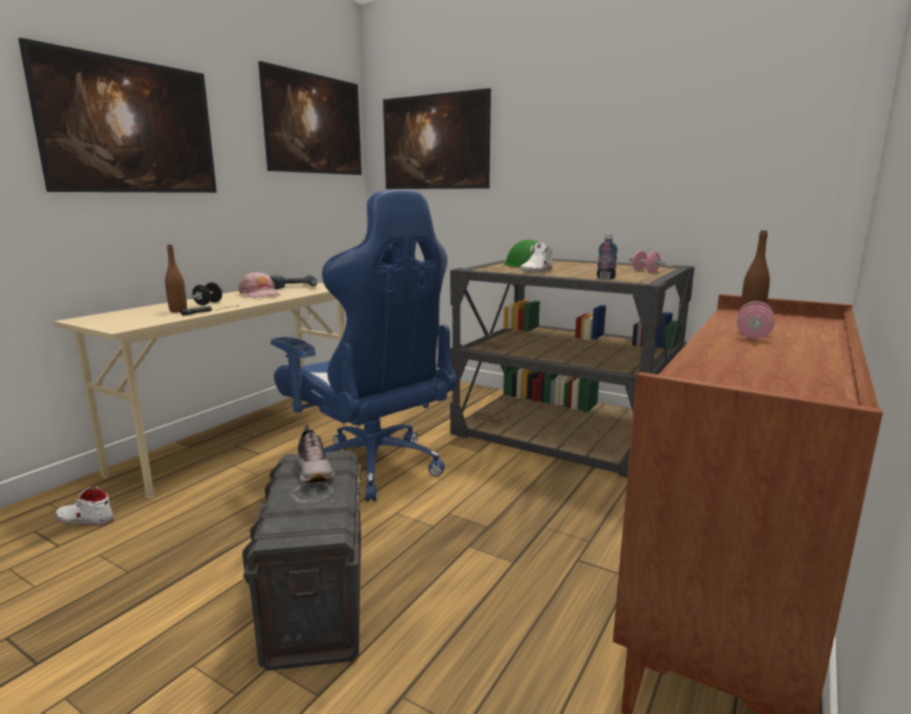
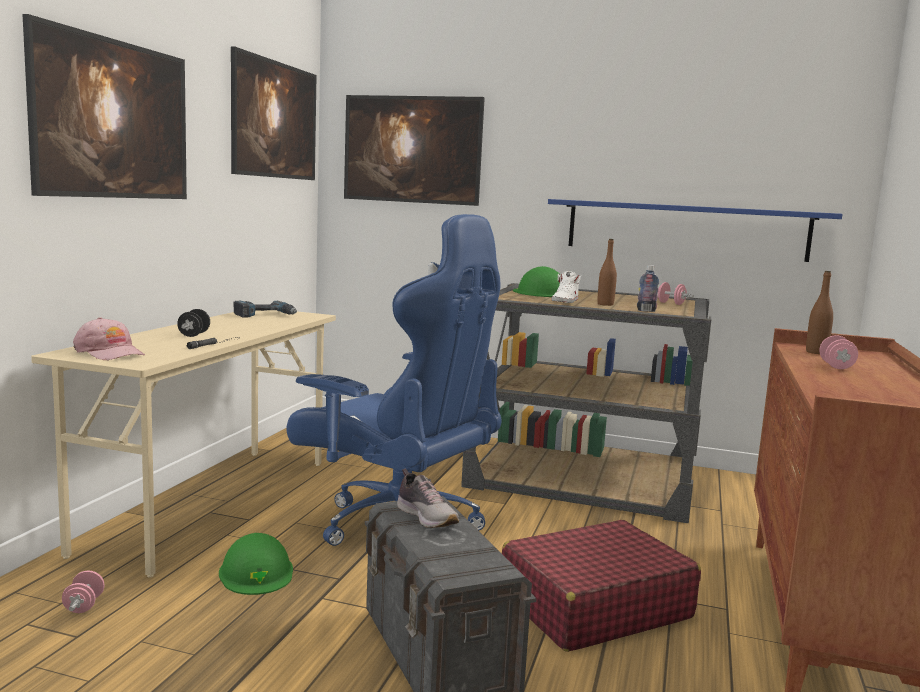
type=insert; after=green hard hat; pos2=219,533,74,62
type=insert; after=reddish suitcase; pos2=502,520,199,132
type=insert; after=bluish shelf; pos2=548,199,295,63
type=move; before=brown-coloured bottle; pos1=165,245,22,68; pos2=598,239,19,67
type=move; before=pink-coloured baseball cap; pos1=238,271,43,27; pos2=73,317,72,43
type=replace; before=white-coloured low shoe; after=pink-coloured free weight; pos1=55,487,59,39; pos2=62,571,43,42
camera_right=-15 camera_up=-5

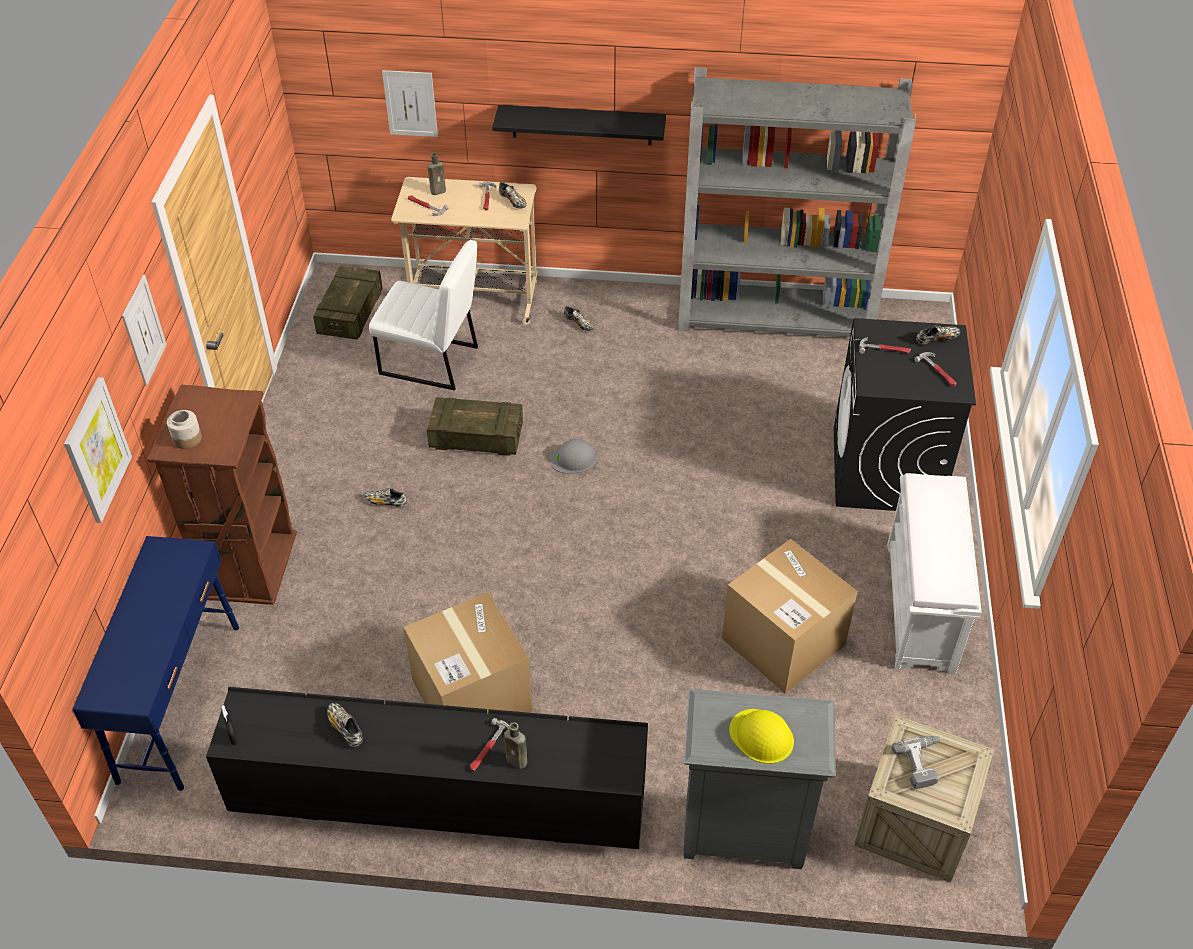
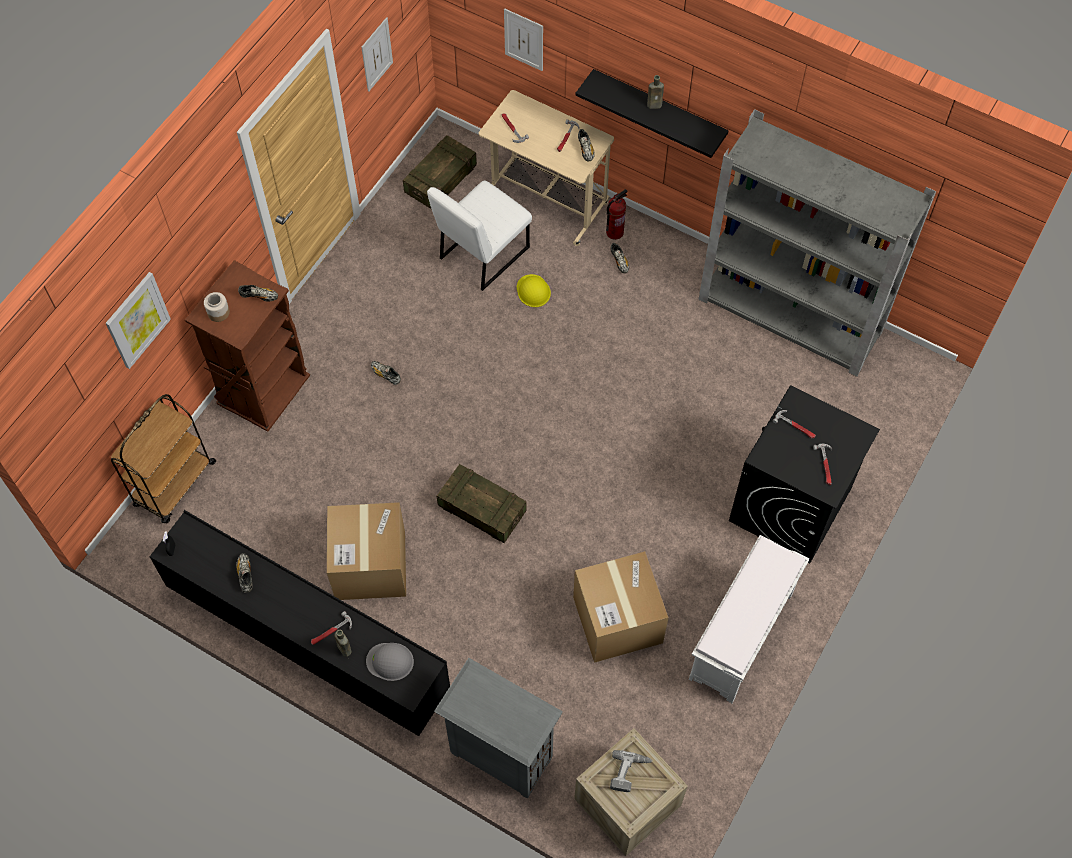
type=insert; after=fire extinguisher; pos2=606,189,21,51
type=move; before=picture; pos1=122,274,45,112; pos2=361,17,32,75
type=move; before=shipping crate; pos1=427,397,96,59; pos2=437,464,90,79
type=move; before=brown-coloured bottle; pos1=428,153,18,42; pos2=647,75,17,34
type=move; before=greyish hard hat; pos1=550,439,47,35; pos2=366,643,48,38
type=move; before=yellowish hard hat; pos1=729,709,65,55; pos2=517,274,34,33
type=move; before=low shoe; pos1=916,325,45,20; pos2=238,285,40,16
type=replace; before=bluish hall table; after=brown-coloured trolley; pos1=72,536,167,255; pos2=111,394,105,129
type=rotate; before=white-coloured chair; pos1=369,240,109,151; pos2=427,180,105,111; turn=90
camera_right=25 camera_up=15

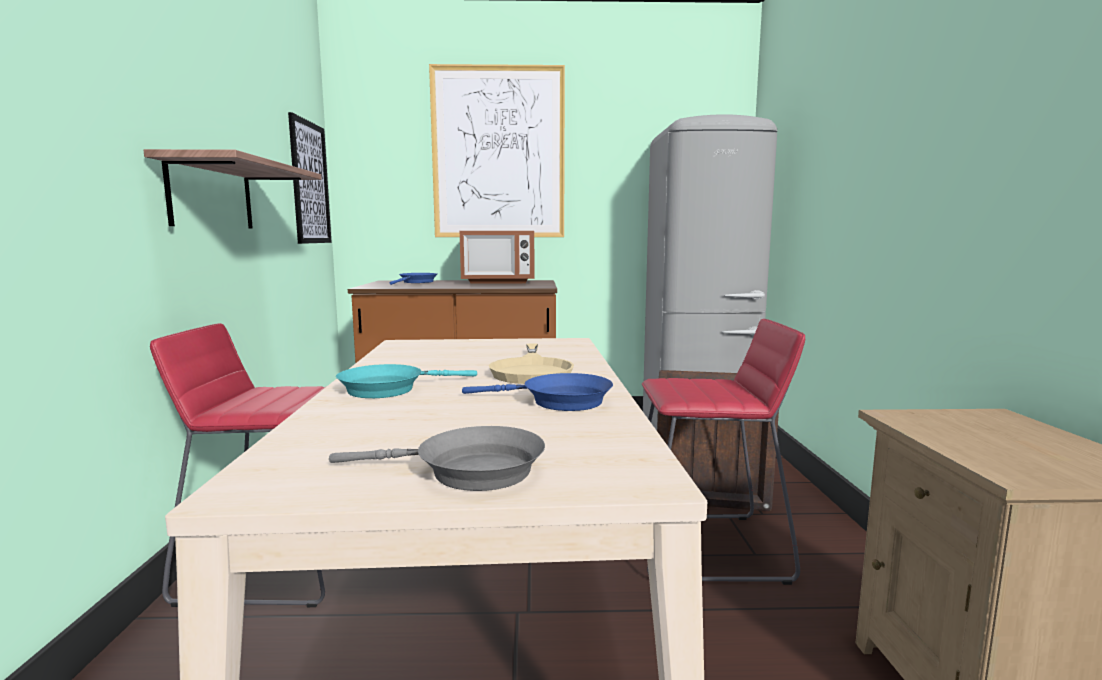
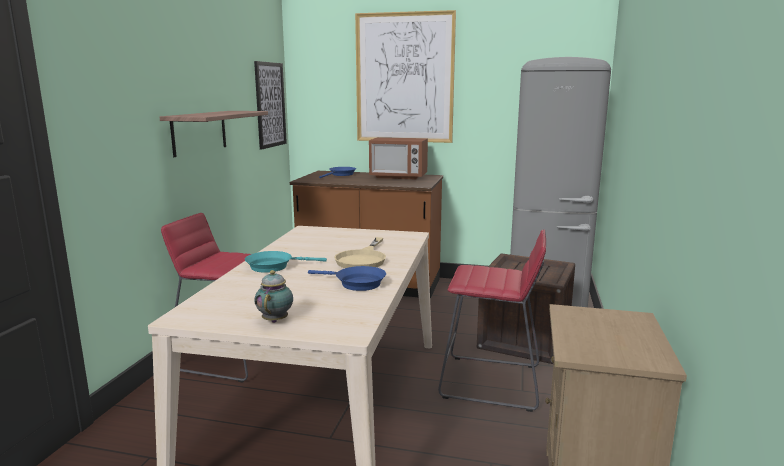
type=replace; before=greyish skillet; after=pot for tea; pos1=329,426,216,65; pos2=254,270,39,53
camera_right=15 camera_up=5

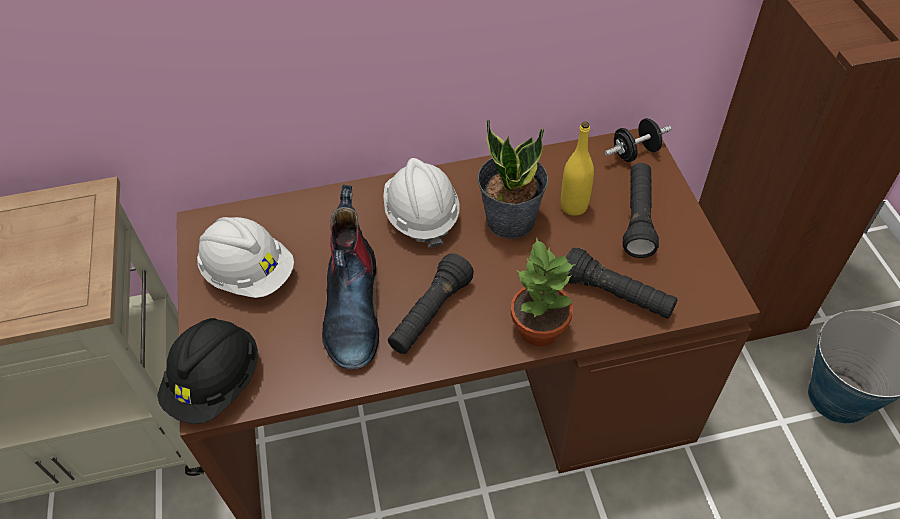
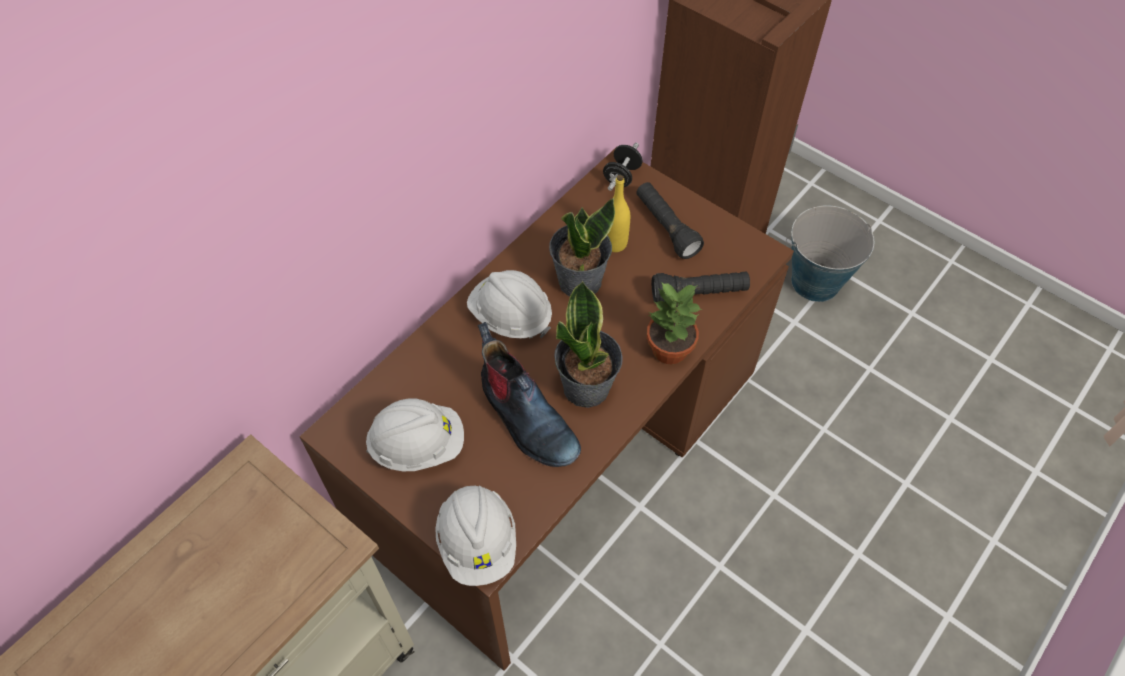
type=replace; before=black-coloured flashlight; after=plant in a pot; pos1=388,253,86,101; pos2=554,281,69,127
type=recolor; before=black-coloured hard hat; after=white-coloured hard hat; pos1=157,318,101,106; pos2=435,486,81,100
camera_right=-40 camera_up=5

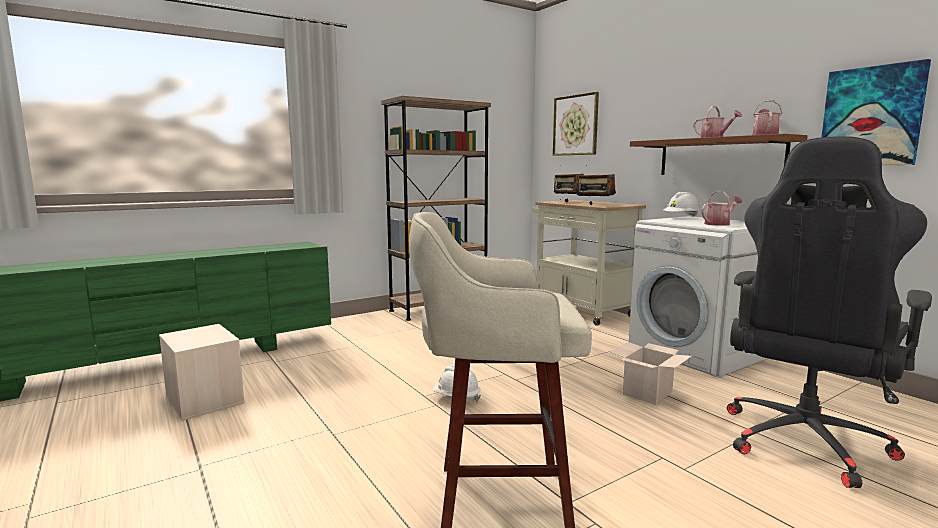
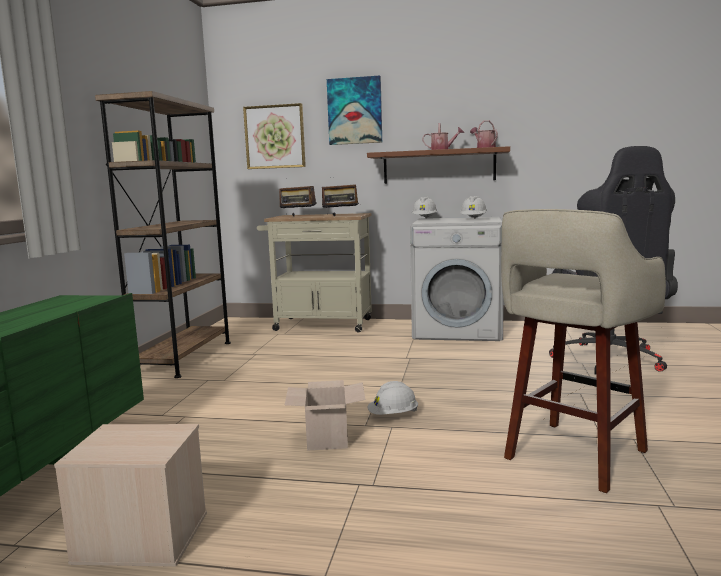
type=move; before=carton; pos1=610,342,81,63; pos2=285,380,81,71
type=move; before=picture; pos1=821,59,110,106; pos2=327,75,55,70
type=replace; before=watering can; after=white-coloured hard hat; pos1=702,191,40,35; pos2=460,196,27,23
camera_right=-45 camera_up=0

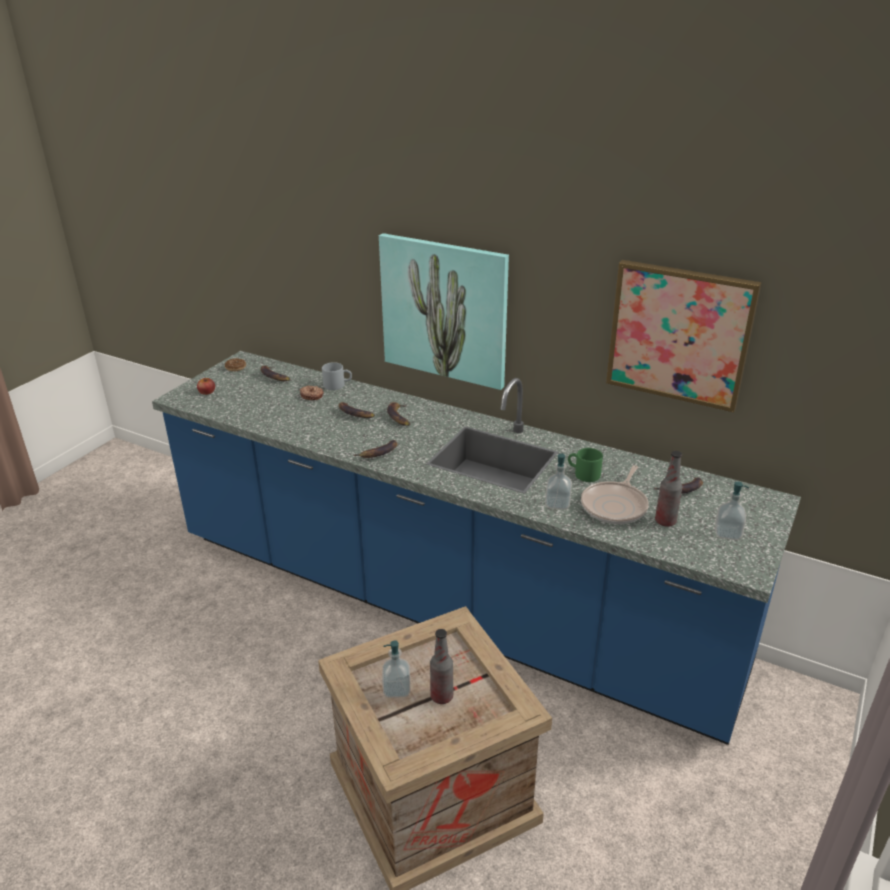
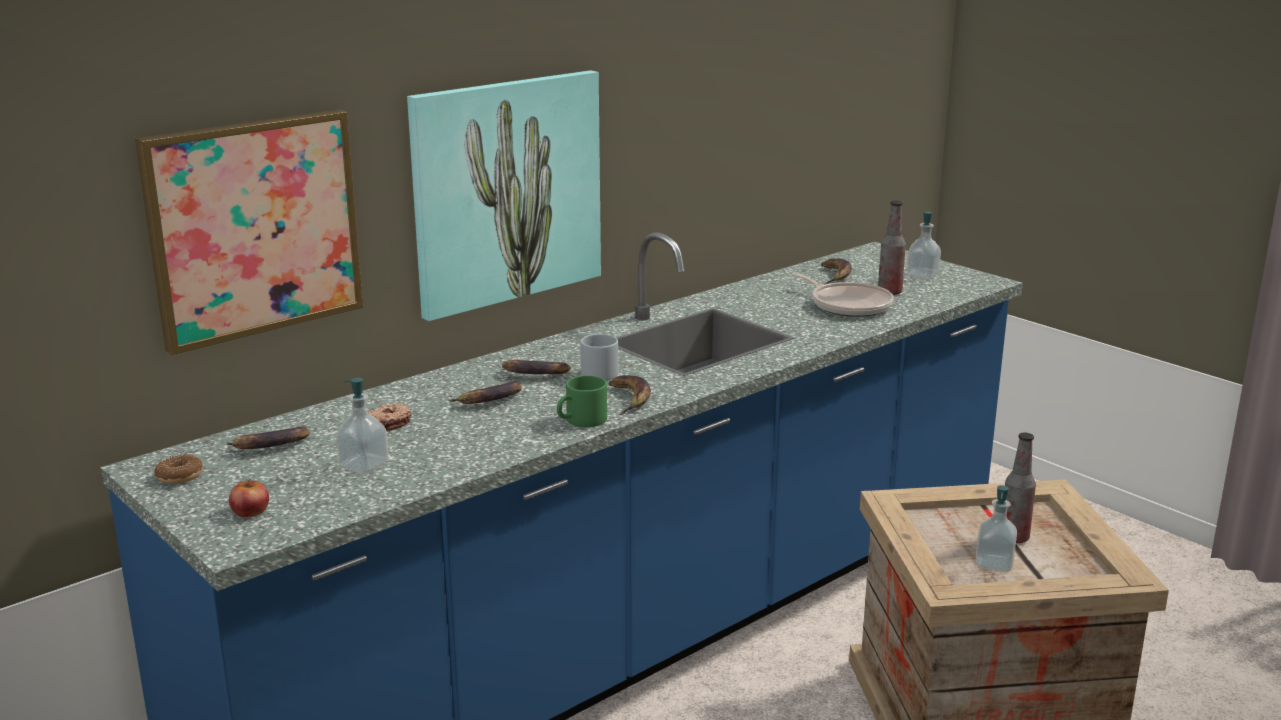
type=move; before=greyish coffee mug; pos1=322,362,30,28; pos2=580,334,38,47
type=move; before=soap dispenser; pos1=545,453,27,57; pos2=336,378,53,96
type=move; before=green coffee mug; pos1=568,448,35,34; pos2=557,375,50,52
type=move; before=picture; pos1=606,260,156,153; pos2=135,109,228,246
camera_right=-70 camera_up=-10

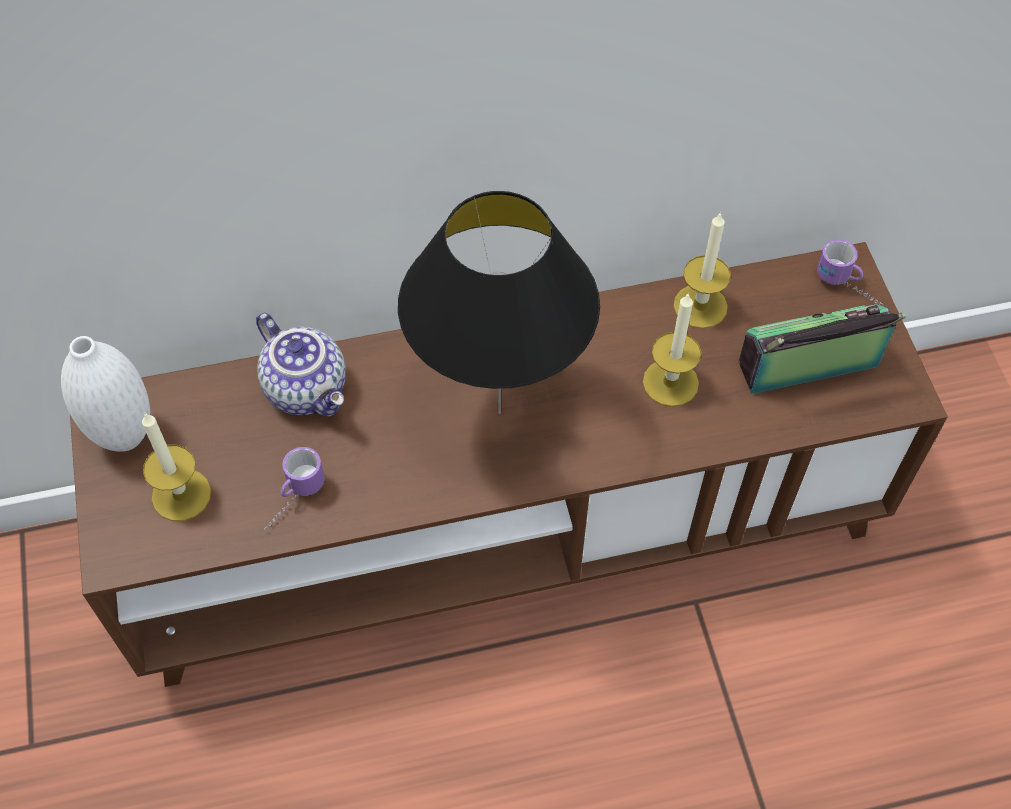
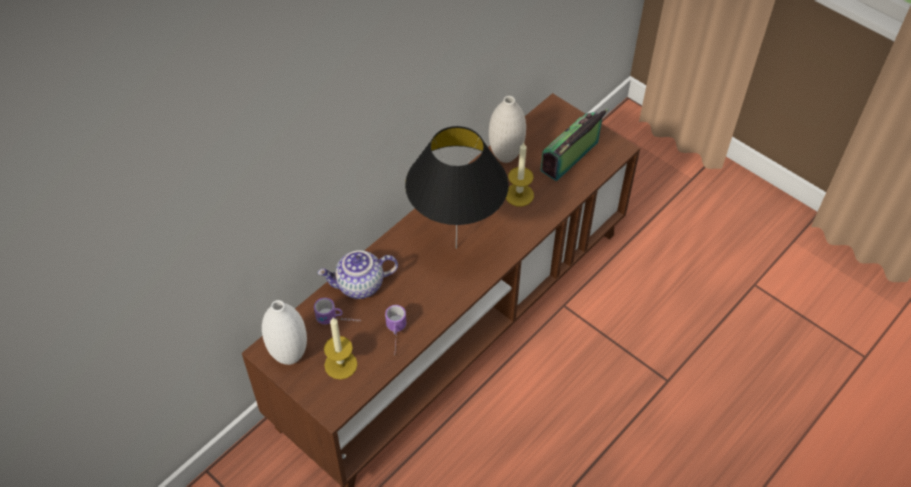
type=move; before=coffee mug; pos1=817,239,66,67; pos2=314,298,47,27
type=replace; before=wax light; after=white-coloured decorative vase; pos1=673,212,58,117; pos2=489,96,37,67
type=rotate; before=pot for tea; pos1=256,312,90,104; pos2=318,250,80,49; turn=150
camera_right=-35 camera_up=-5

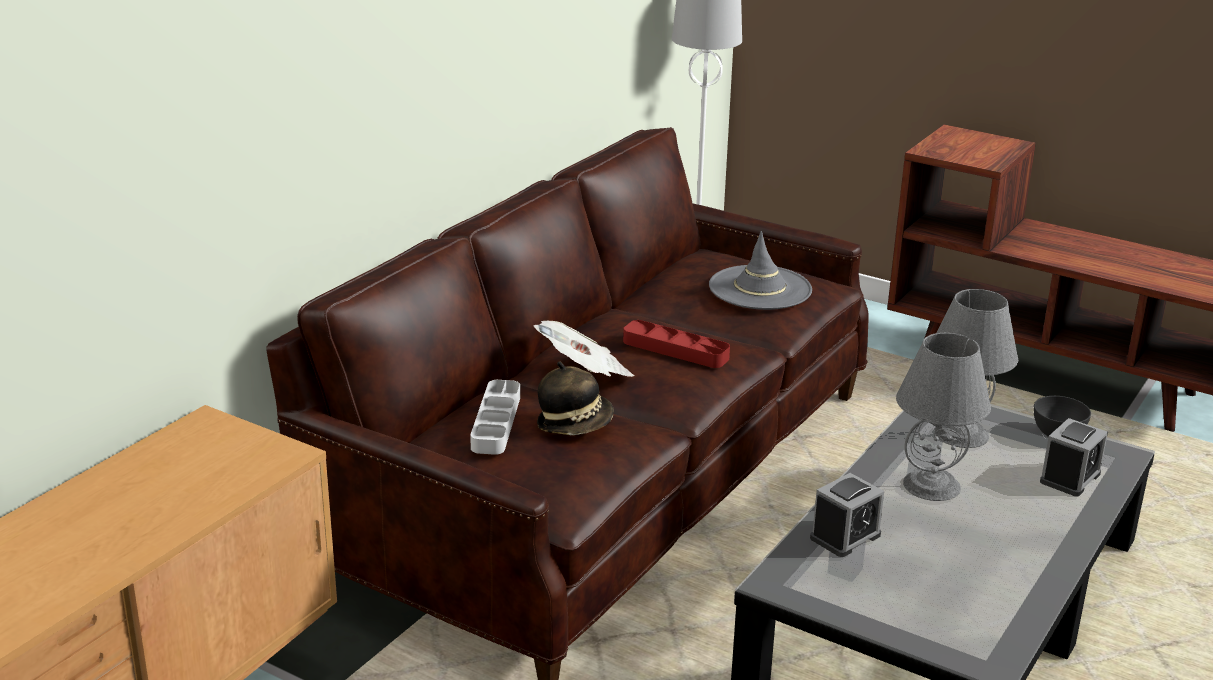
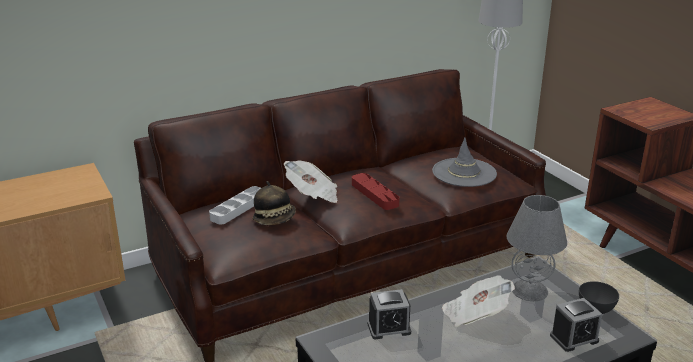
type=replace; before=greyish lamp for a table; after=printed paper; pos1=896,333,95,168; pos2=442,276,73,51
camera_right=30 camera_up=0

